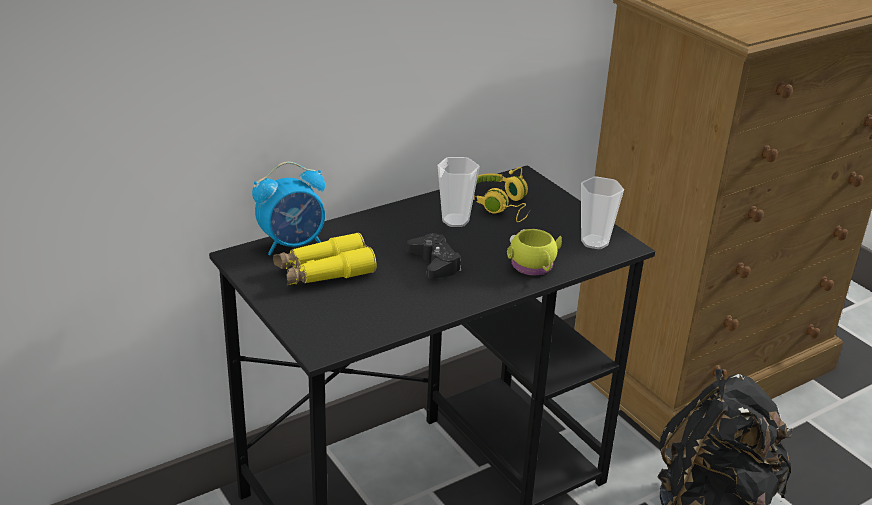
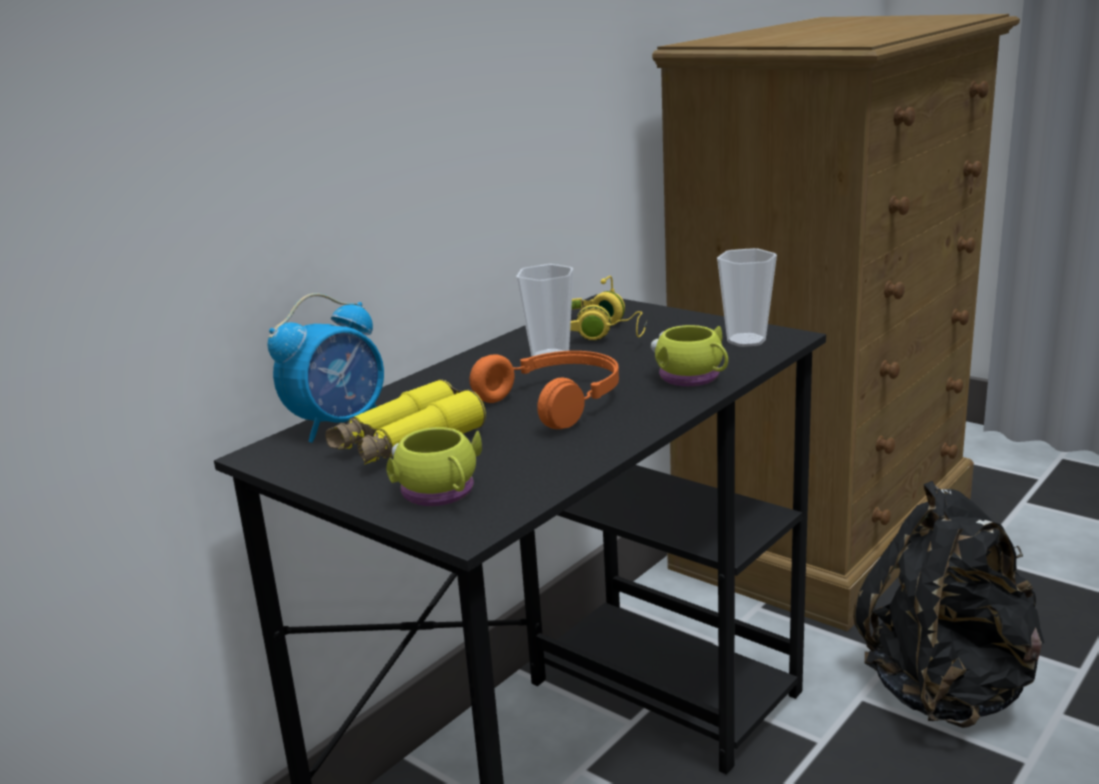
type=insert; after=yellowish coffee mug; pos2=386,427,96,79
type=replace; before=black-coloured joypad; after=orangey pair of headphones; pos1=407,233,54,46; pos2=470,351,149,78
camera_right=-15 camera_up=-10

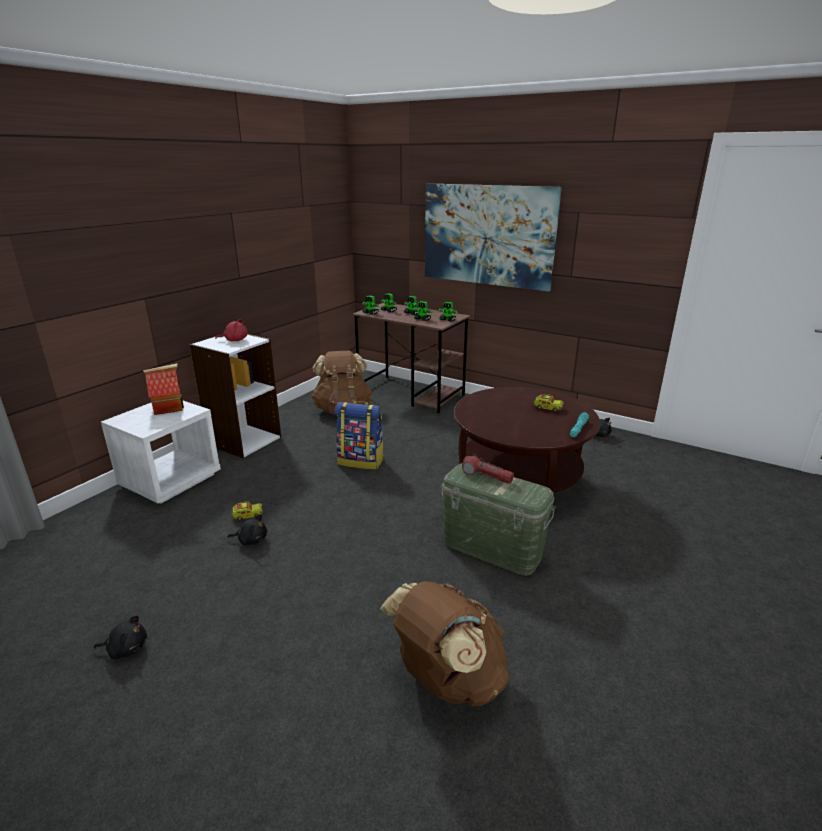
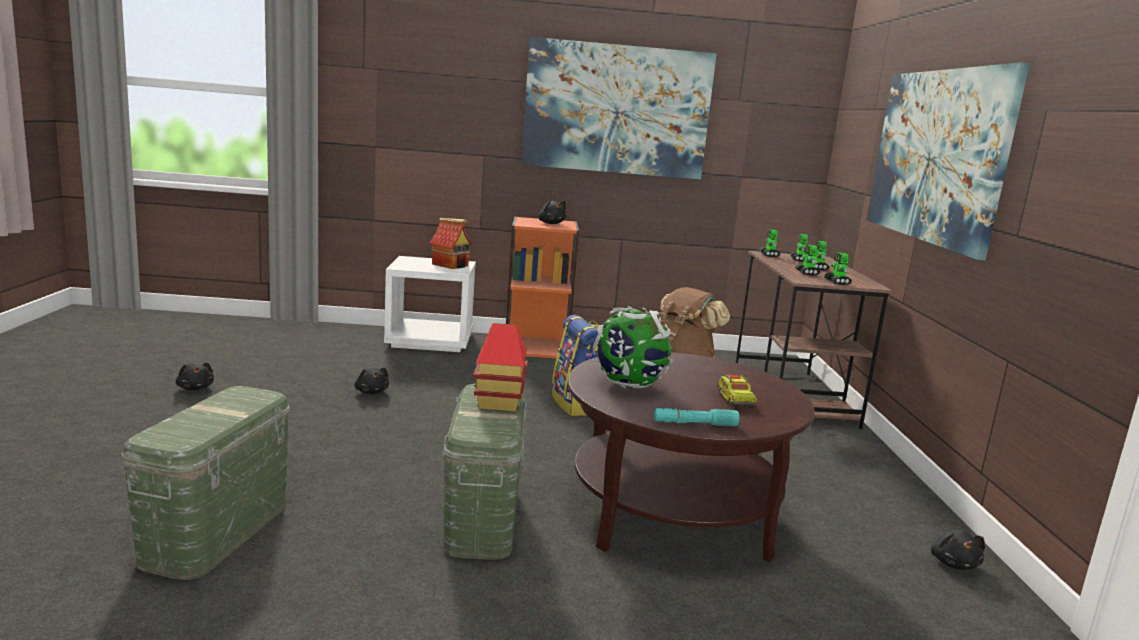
type=delete; before=toy lorry; pos1=231,501,32,20
type=insert; after=picture; pos2=521,37,196,142
type=insert; after=world globe; pos2=593,306,80,83
type=replace; before=brown-coloured backpack; after=green storage bin; pos1=380,581,129,125; pos2=121,386,169,194
type=replace; before=flashlight; after=toy house; pos1=462,454,52,30; pos2=473,323,55,89
type=recolor; before=white-coloured bookcase; after=orangey bookcase; pos1=190,334,91,124; pos2=506,217,73,141
type=recolor; before=reddish cuddly toy; after=black-coloured cuddly toy; pos1=215,319,33,22; pos2=538,200,28,24
camera_right=55 camera_up=-10

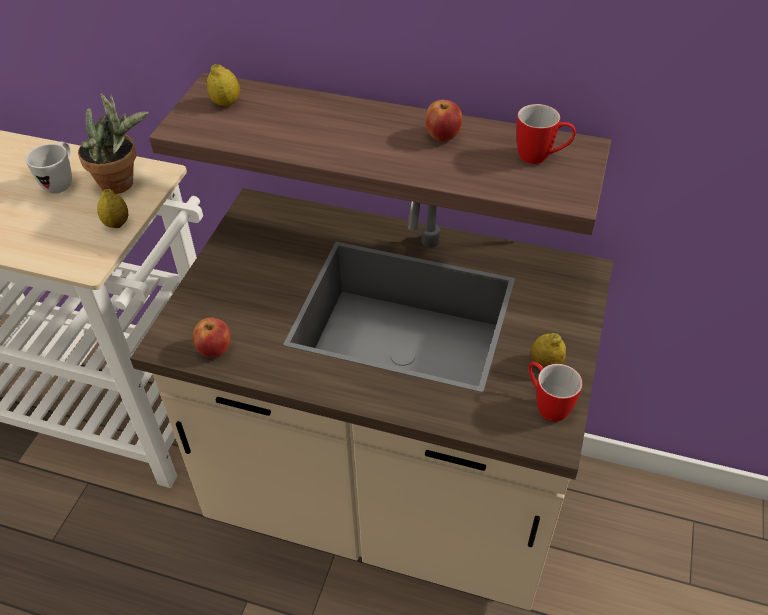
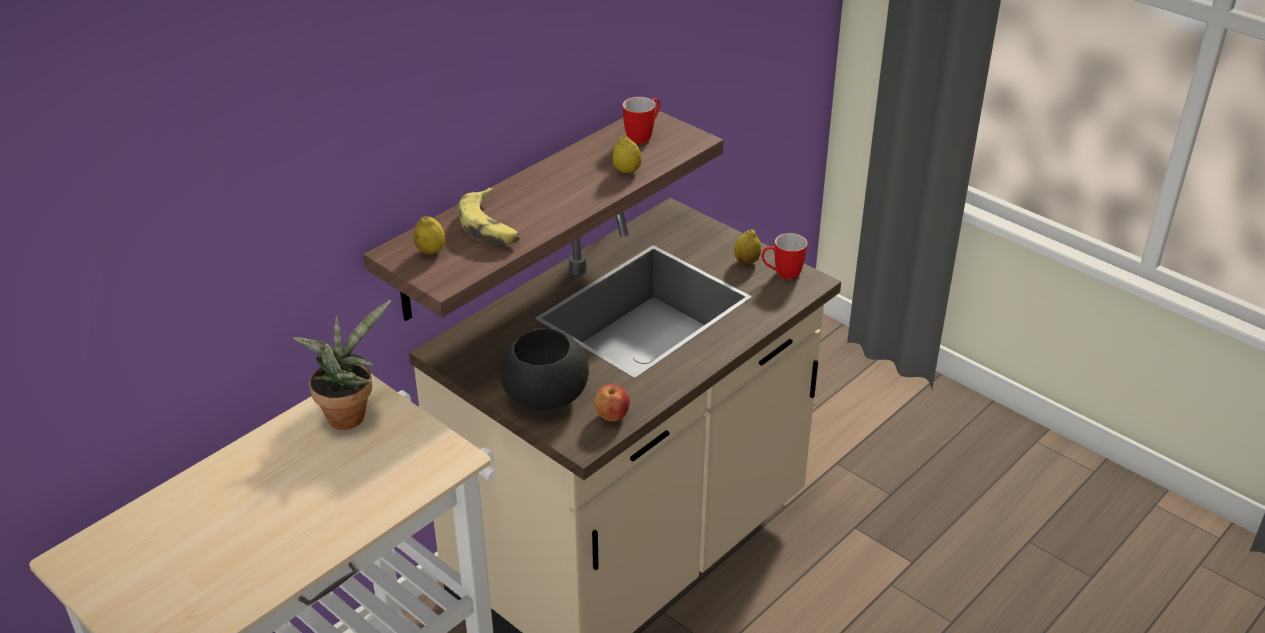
type=delete; before=white-coloured coffee mug; pos1=25,142,47,52
type=delete; before=apple; pos1=425,100,37,42
type=insert; after=banana; pos2=458,188,62,57
type=insert; after=black-coloured bowl; pos2=500,328,89,82
type=move; before=citrus fruit; pos1=97,189,31,39; pos2=613,135,28,39
camera_right=-65 camera_up=-10

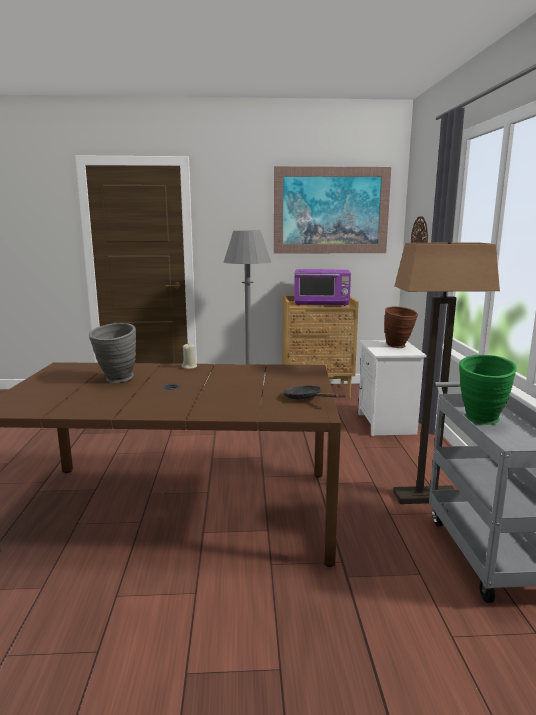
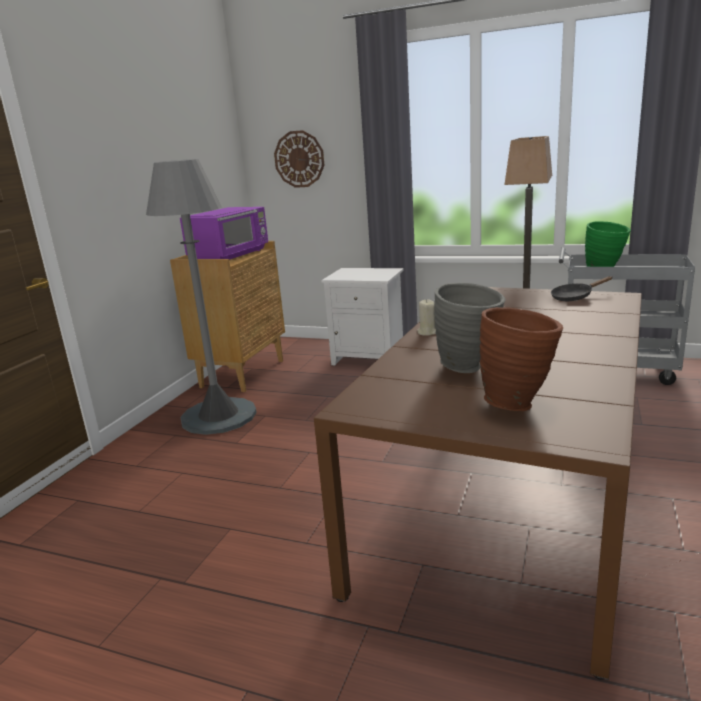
type=delete; before=picture; pos1=274,166,117,88
type=move; before=brown-coloured decorative vase; pos1=384,306,34,42; pos2=480,307,83,104
camera_right=-65 camera_up=5

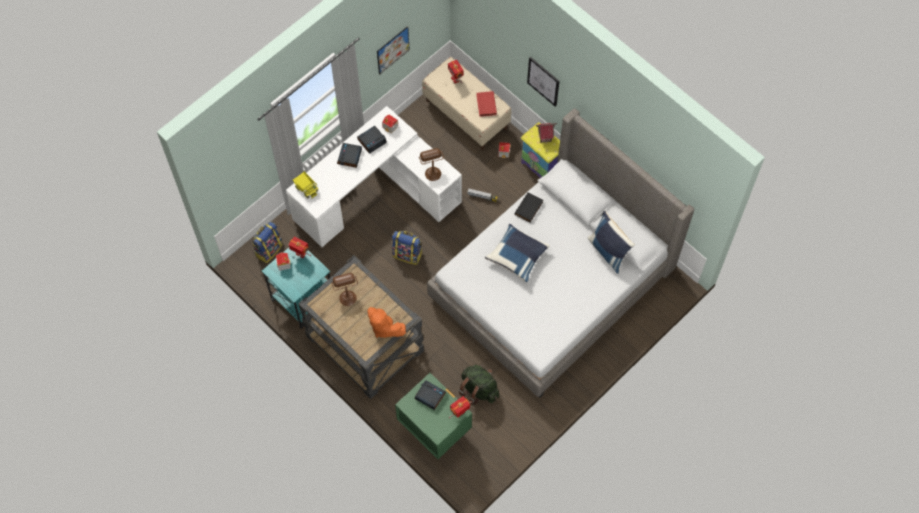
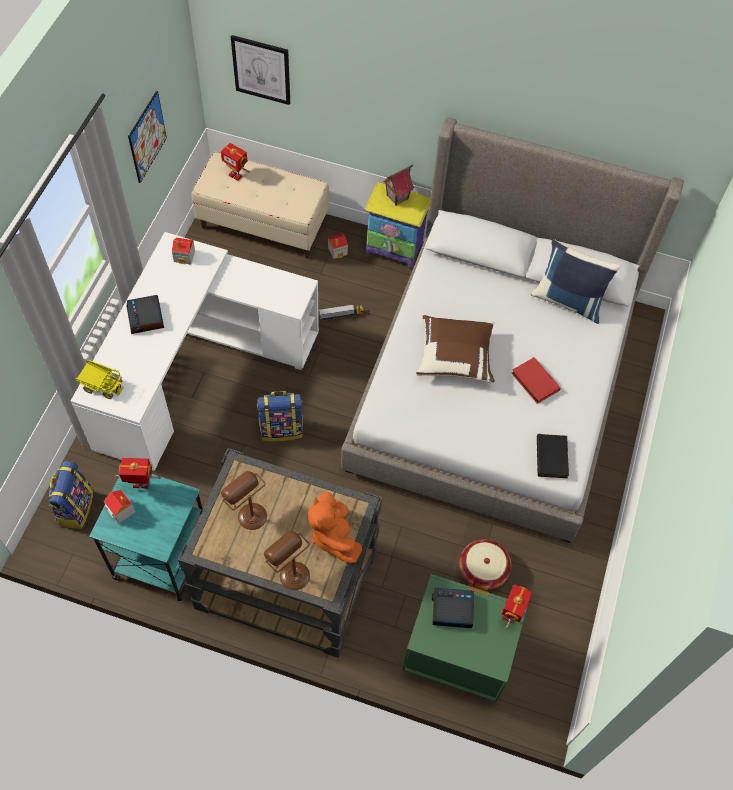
type=delete; before=alarm clock; pos1=357,126,30,28
type=move; before=brown-coloured lamp for a table; pos1=419,148,25,33; pos2=264,531,46,59
type=move; before=reddish bound book; pos1=476,91,21,26; pos2=511,357,50,47
type=move; before=black-coloured bound book; pos1=514,192,29,30; pos2=537,434,32,44
type=move; before=picture; pos1=527,57,32,50; pos2=231,35,59,70
type=replace; before=green backpack; after=household basket; pos1=458,364,41,41; pos2=459,539,53,51
type=recolor; before=bluish throw pillow; after=brown-coloured throw pillow; pos1=485,224,65,58; pos2=416,315,79,68
type=rotate; before=orangey cuddly toy; pos1=367,307,39,31; pos2=308,492,54,72; turn=60
camera_right=-30 camera_up=-5

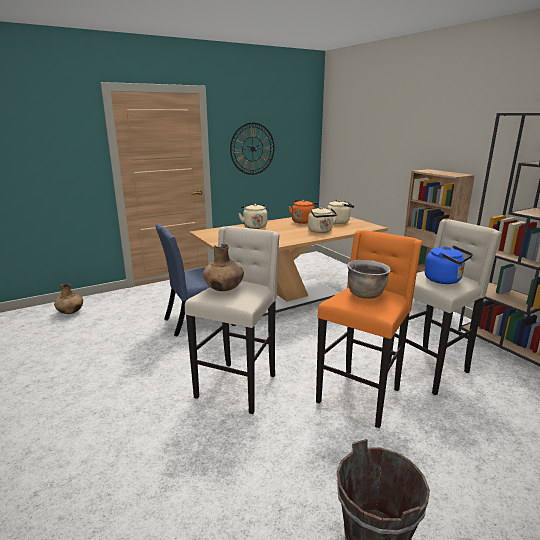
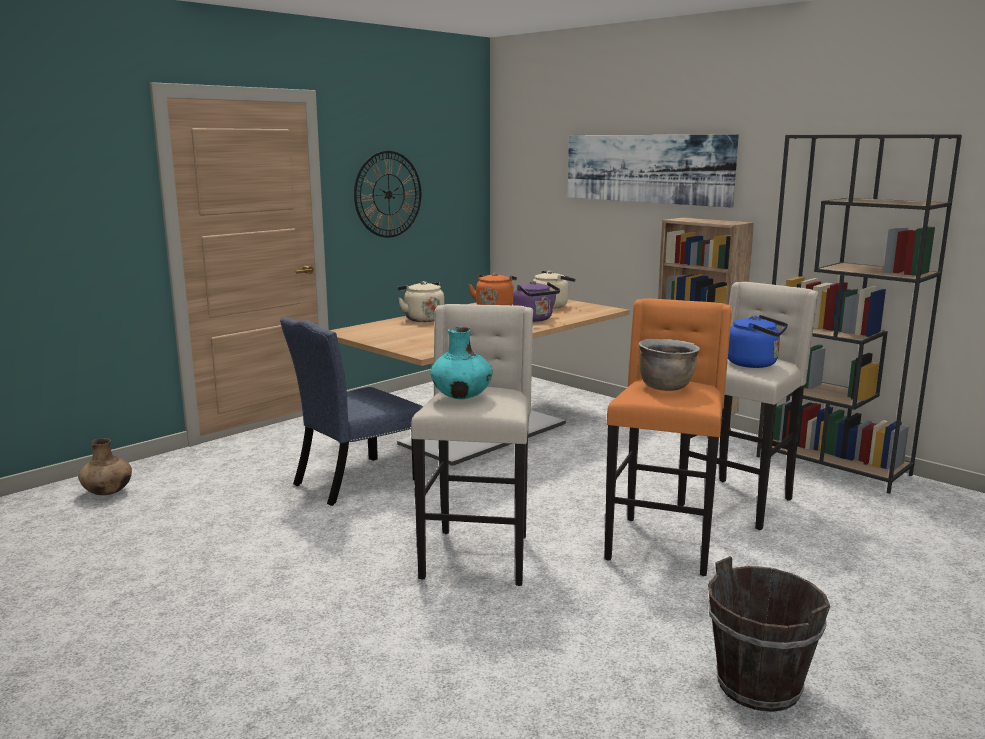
type=insert; after=picture; pos2=568,134,171,73
type=recolor; before=brown-coloured decorative vase; after=turquoise-coloured decorative vase; pos1=203,244,41,47; pos2=430,327,63,72
type=recolor; before=beige water kettle; after=purple-coloured water kettle; pos1=308,207,29,26; pos2=513,281,47,41
camera_right=-15 camera_up=-5

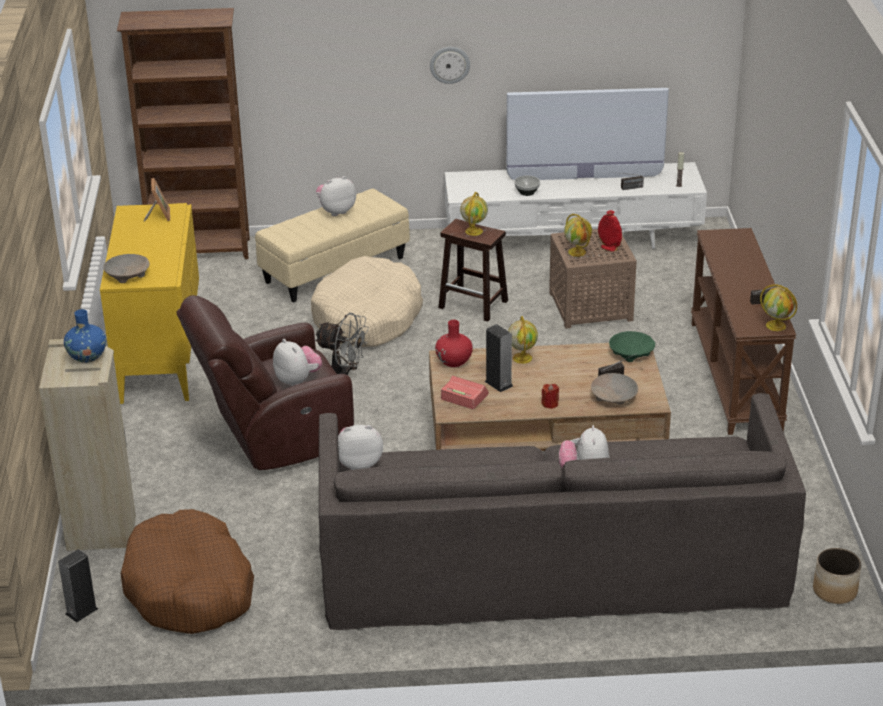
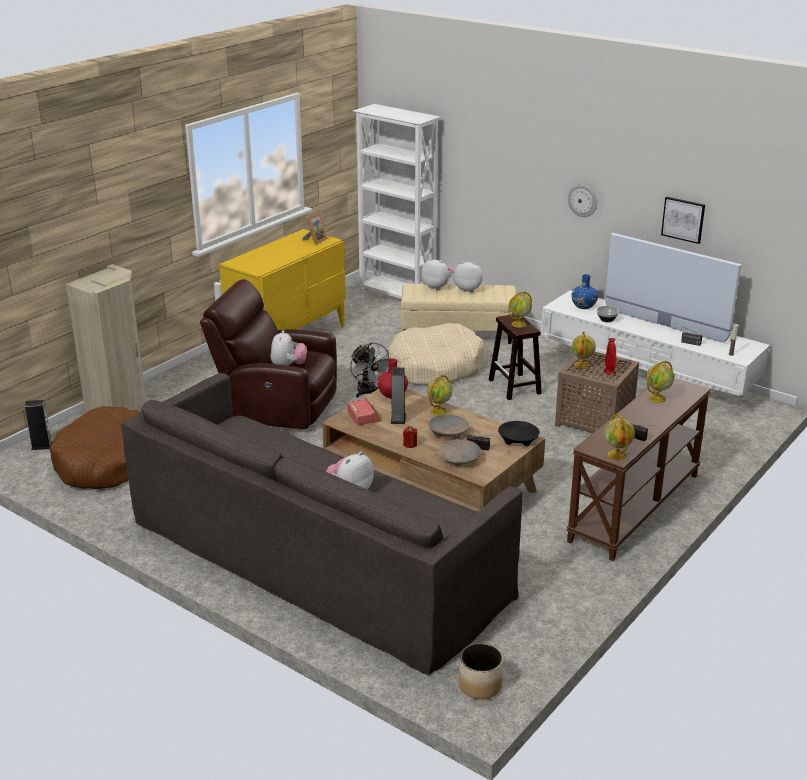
type=insert; after=world globe; pos2=646,361,28,42
type=insert; after=picture; pos2=661,197,44,47
type=move; before=bluish decorative vase; pos1=64,309,42,54; pos2=571,274,27,35
type=move; before=beige bowl; pos1=103,254,47,29; pos2=428,414,41,25
type=move; before=cuddly toy; pos1=338,425,45,45; pos2=421,258,32,32
type=recolor; before=brown-coloured bookcase; after=white-coloured bookcase; pos1=117,8,133,251; pos2=353,104,87,195
type=recolor; before=green bowl; after=black-coloured bowl; pos1=609,331,46,31; pos2=498,421,42,25
camera_right=40 camera_up=-5

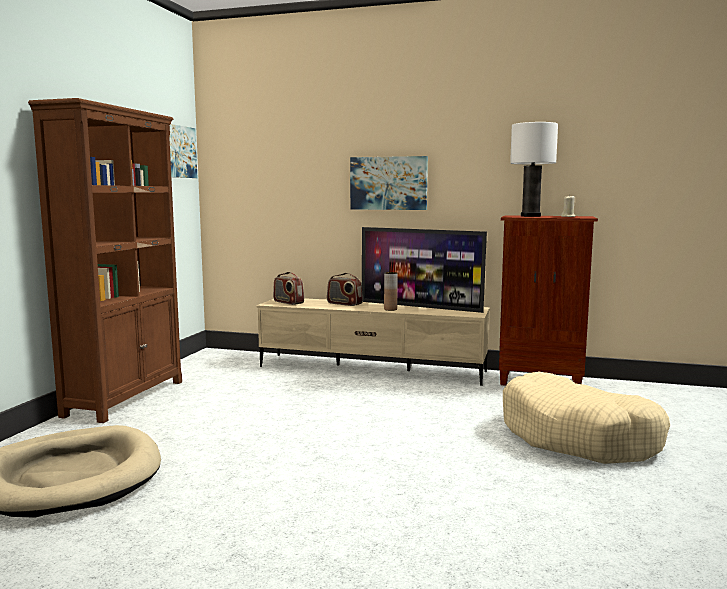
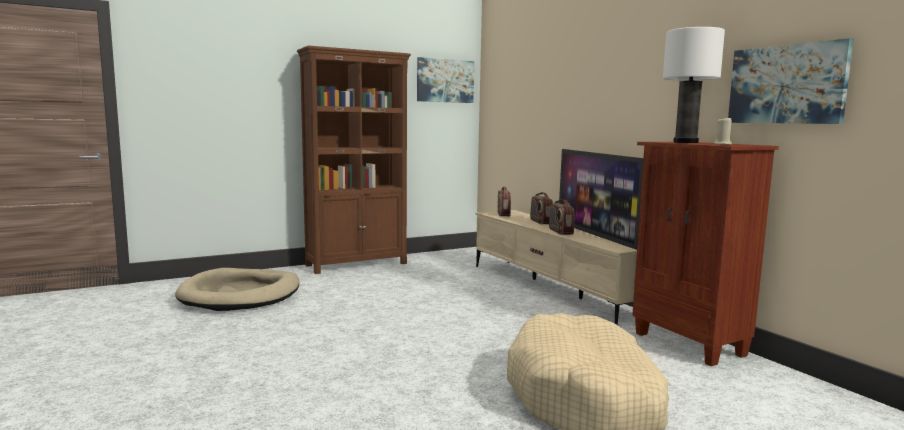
type=move; before=picture; pos1=350,156,78,54; pos2=728,38,126,86
type=replace; before=brown-coloured decorative vase; after=radio; pos1=384,272,14,39; pos2=549,199,25,36
camera_right=45 camera_up=0

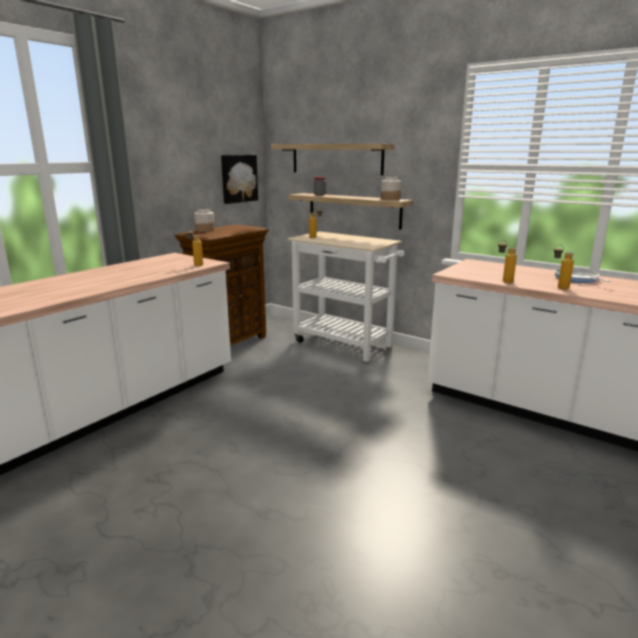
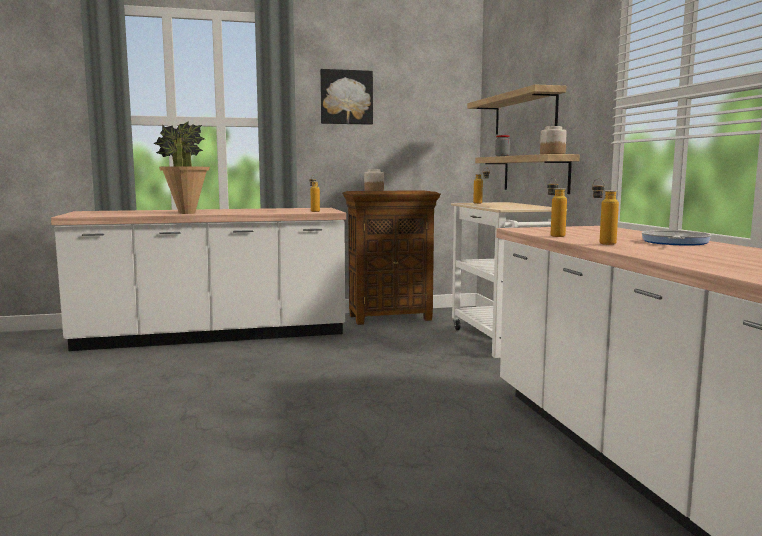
type=insert; after=plant in a pot; pos2=153,121,57,93
type=move; before=picture; pos1=221,155,37,49; pos2=320,69,53,56
camera_right=40 camera_up=-10

